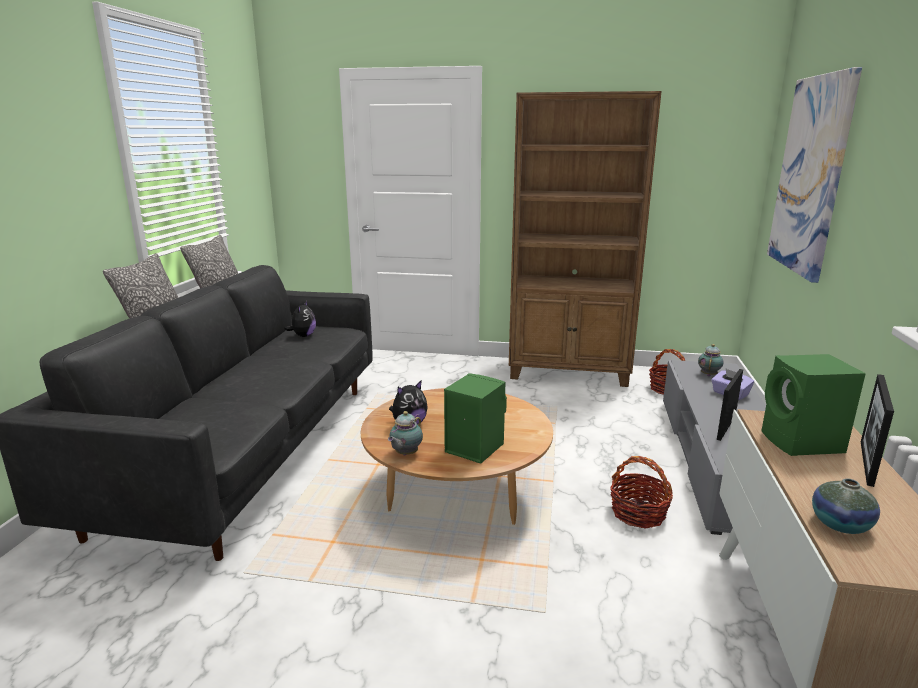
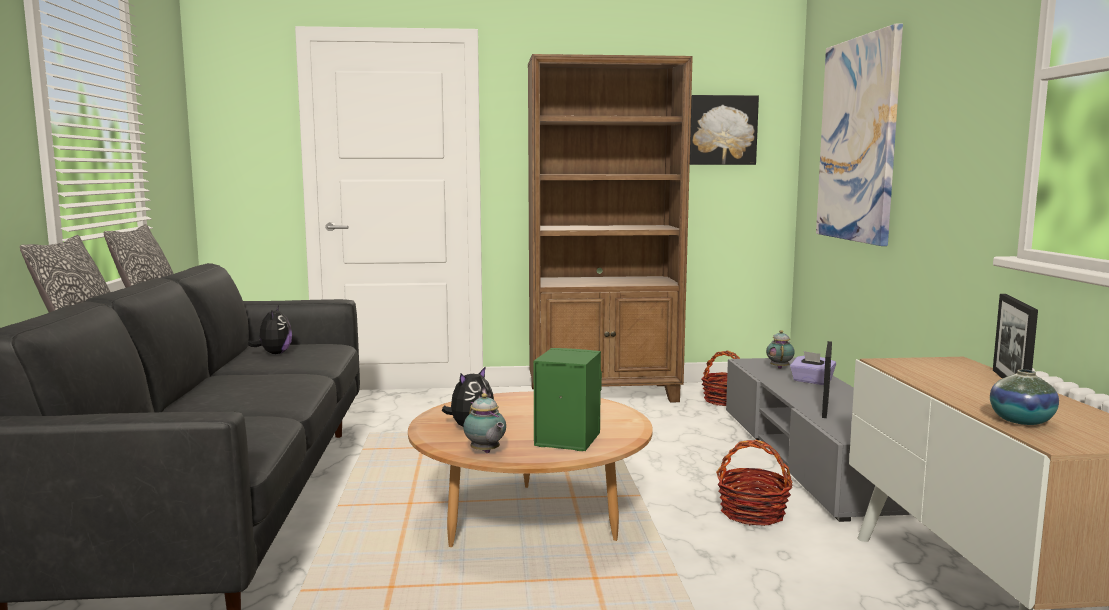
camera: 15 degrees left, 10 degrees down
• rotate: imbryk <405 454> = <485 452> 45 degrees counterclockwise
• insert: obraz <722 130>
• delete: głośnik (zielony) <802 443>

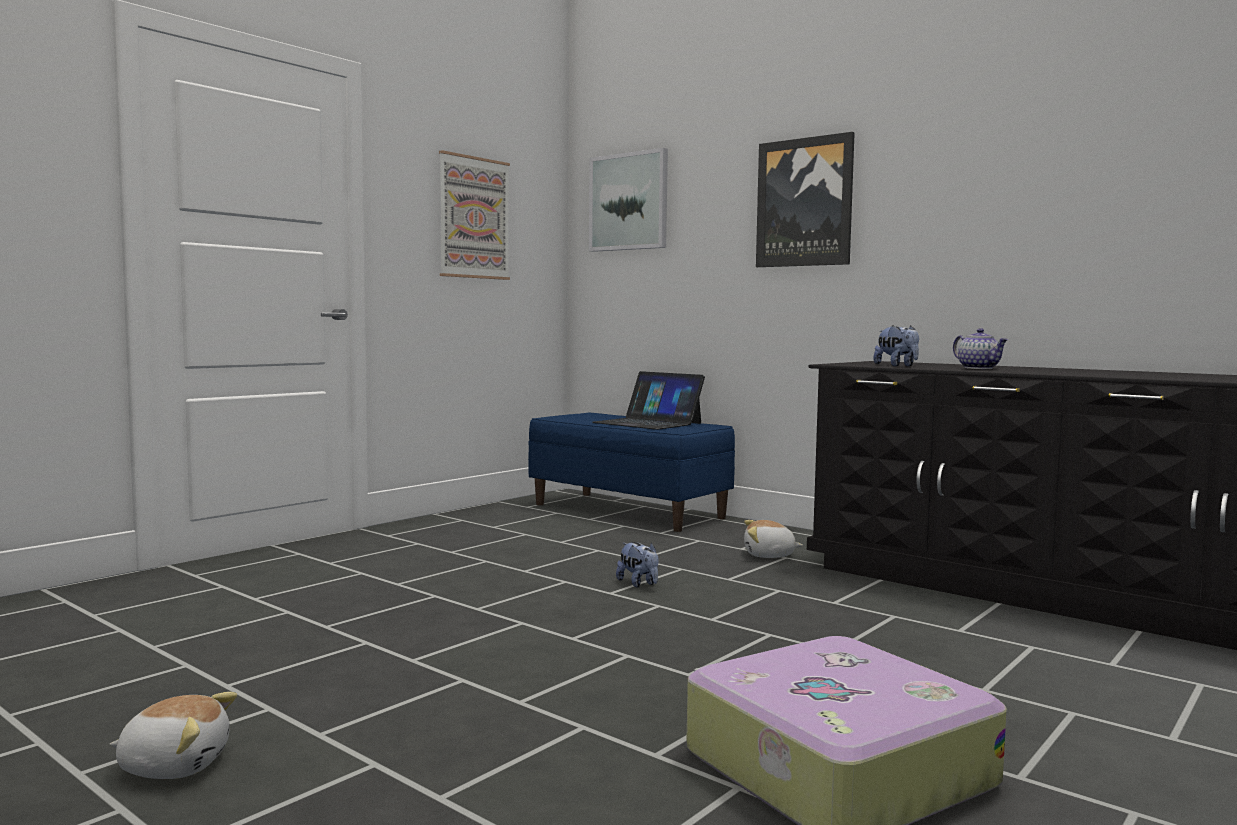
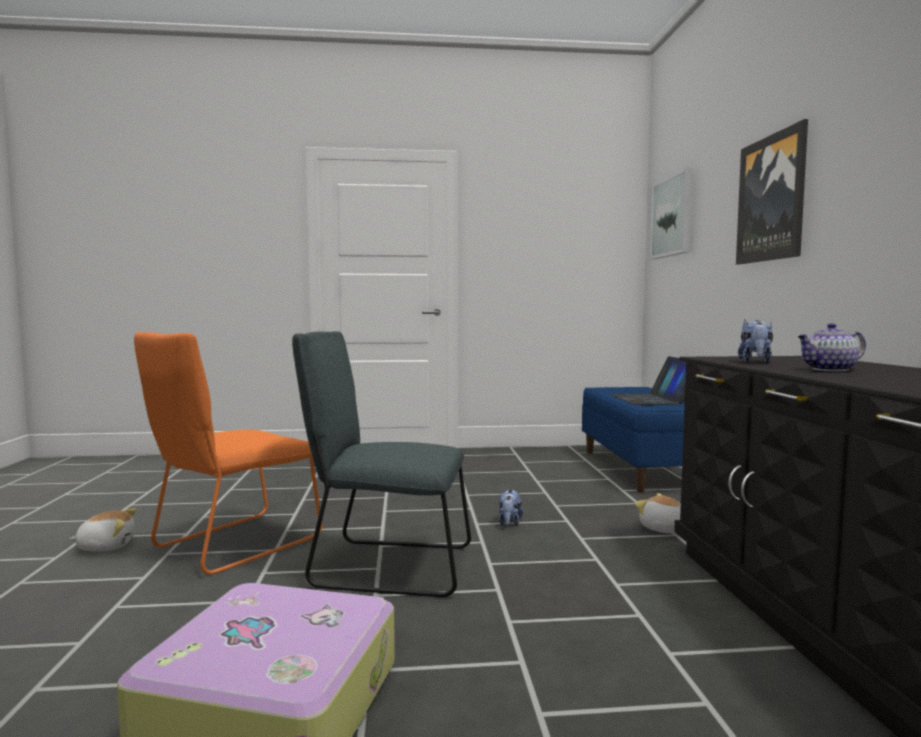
camera: 45 degrees right, 0 degrees up
• rotate: pluszak <175 765> = <106 546> 60 degrees counterclockwise
• insert: krzesło (pomarańczowy) <231 544>
• insert: krzesło (szary) <385 566>
• rotate: imbryk <979 368> = <830 370> 60 degrees clockwise
• delete: obraz <474 218>

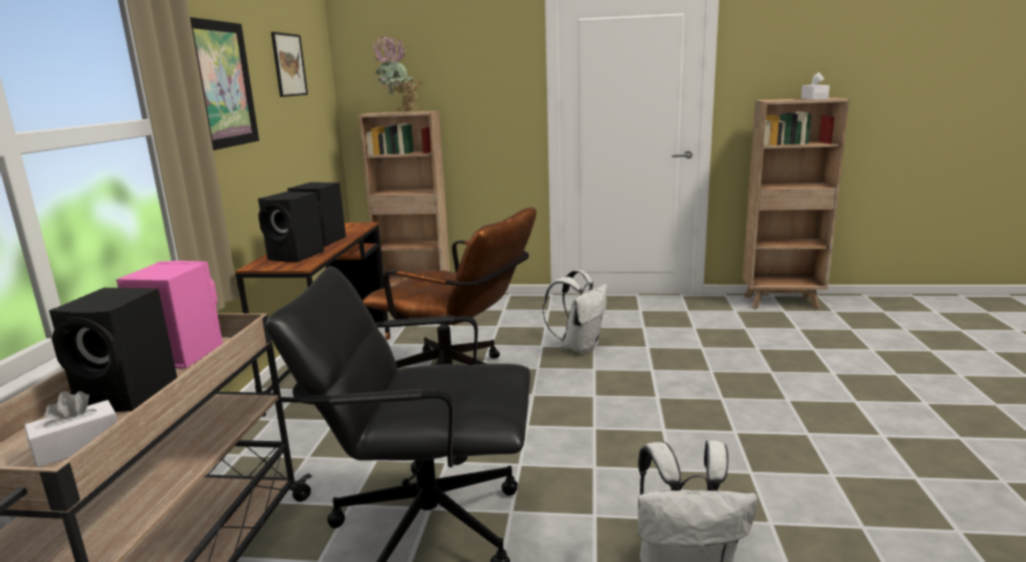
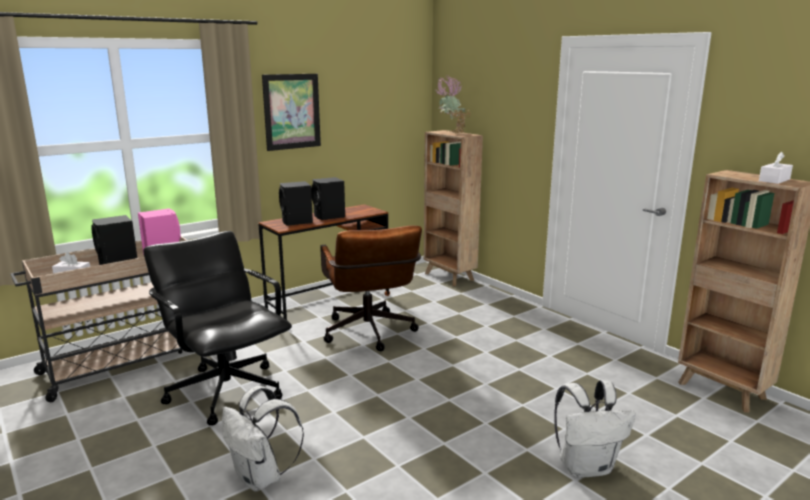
camera: 45 degrees right, 0 degrees up
• move: plecak (biały) <579 347> to <586 467>
• delete: obraz <289 65>

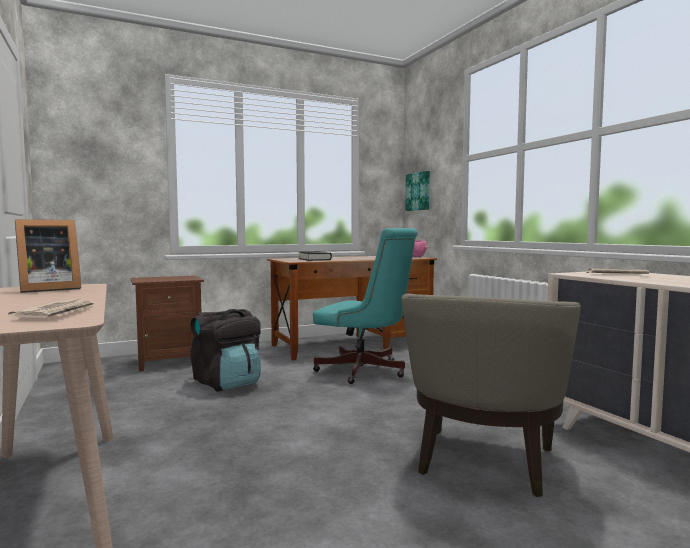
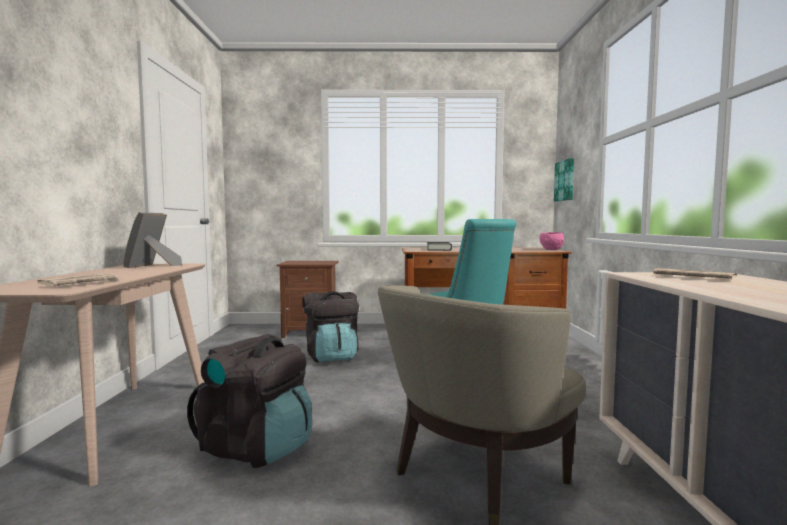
camera: 25 degrees right, 0 degrees up
• rotate: ramka na zdjęcie <47 289> = <153 266> 105 degrees clockwise
• insert: plecak (czarny) <256 448>

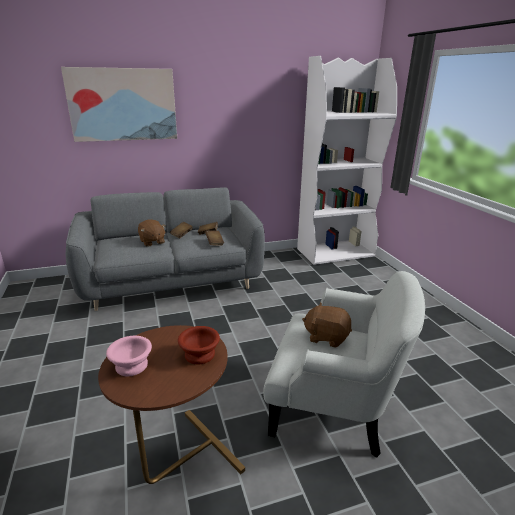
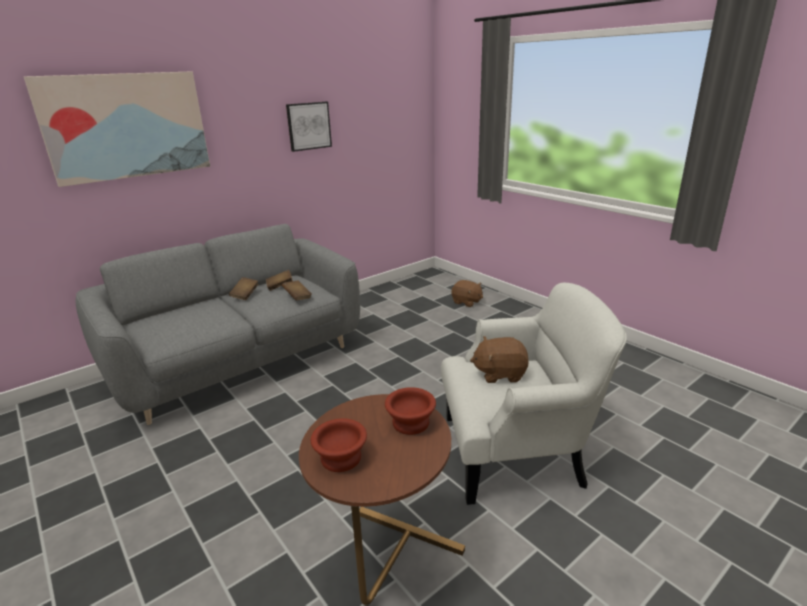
camera: 20 degrees left, 0 degrees up
• insert: obraz <308 126>
• recolor: miska (różowy) <131 365> to miska (brązowy) <339 457>
• move: pluszak (brązowy) <152 242> to <466 302>
• delete: regał (biały) <335 252>

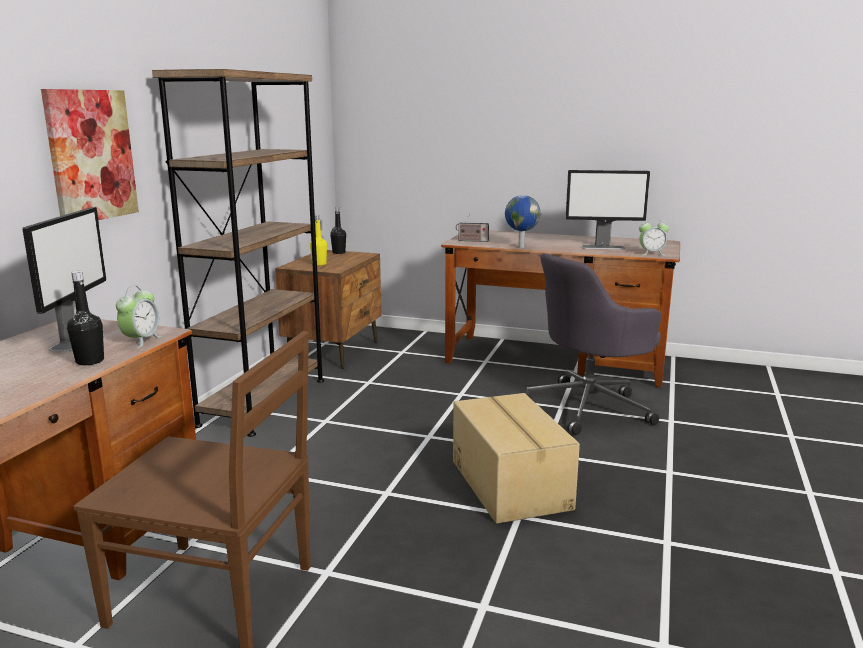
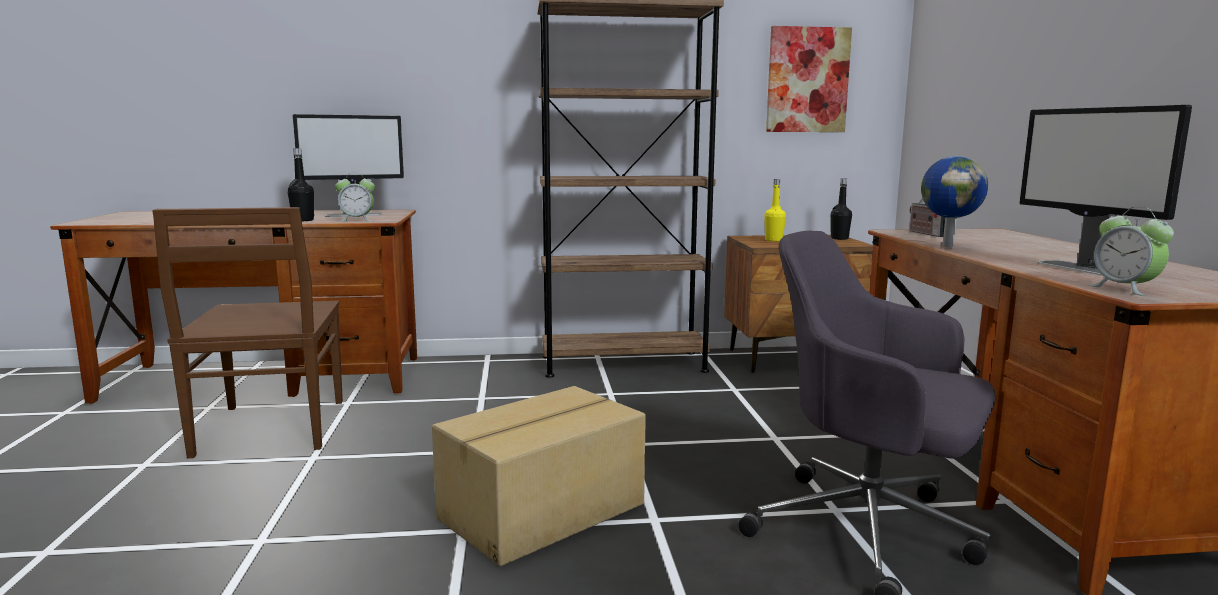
camera: 65 degrees right, 5 degrees down
• move: obraz <91 155> to <807 80>

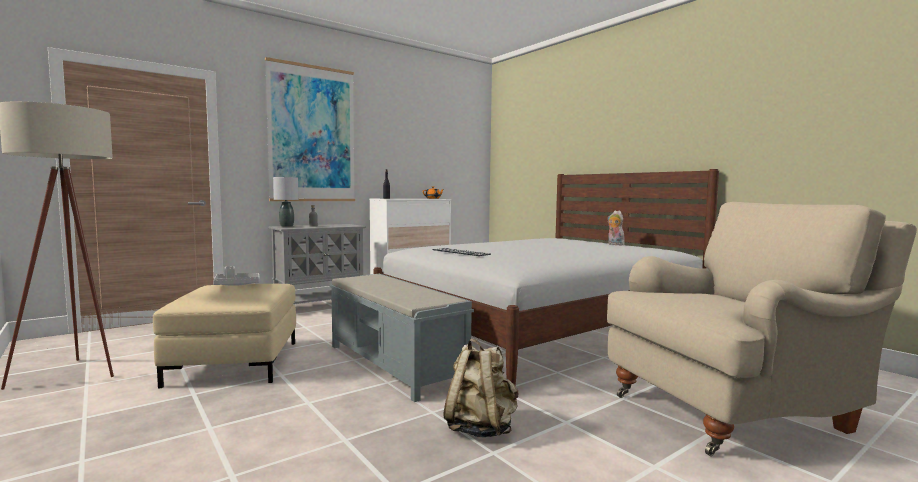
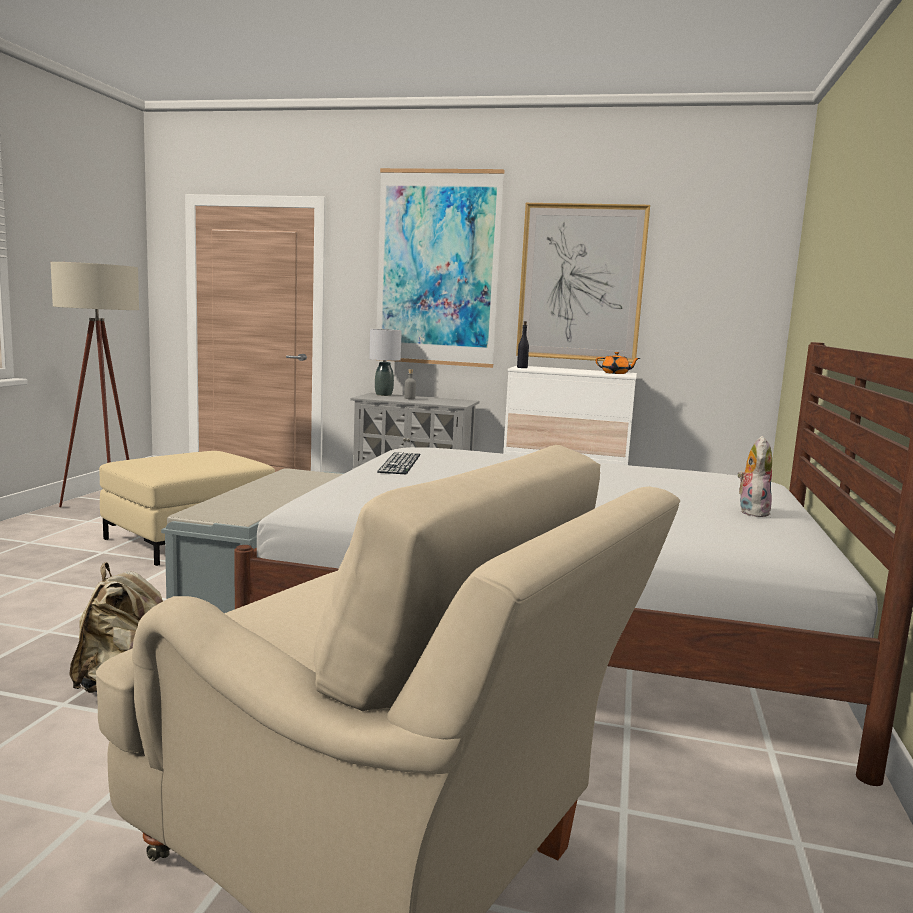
camera: 50 degrees right, 5 degrees up
• insert: obraz <581 283>
• delete: taca (szary) <237 285>

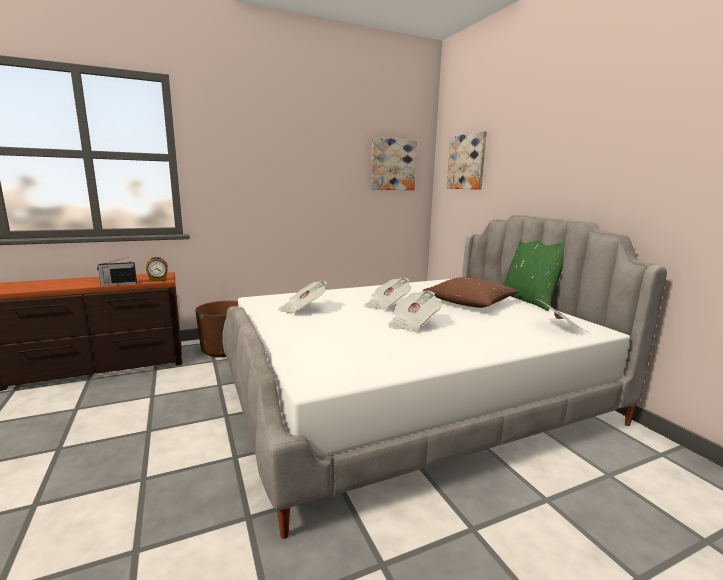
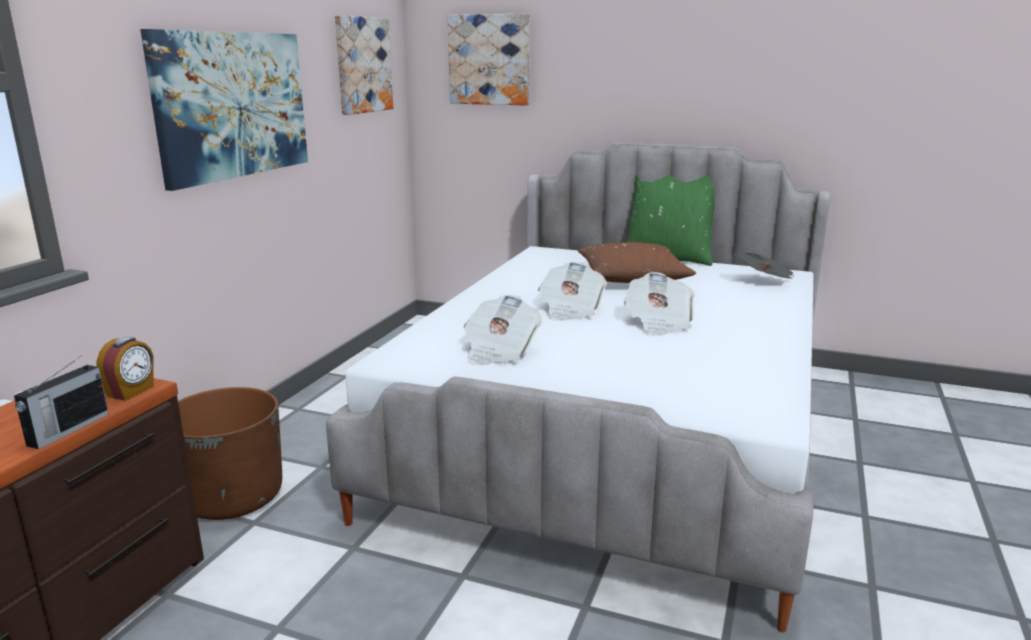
camera: 45 degrees left, 5 degrees up
• insert: obraz <233 105>

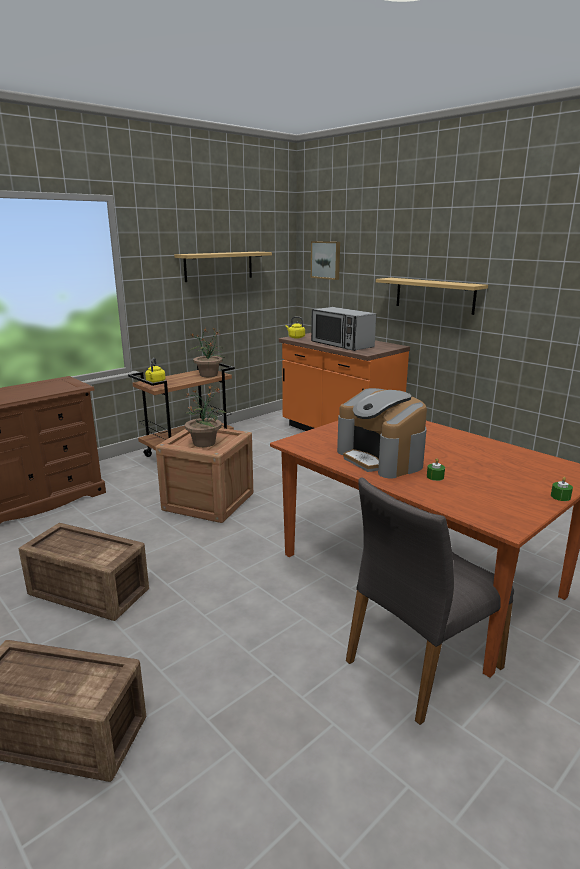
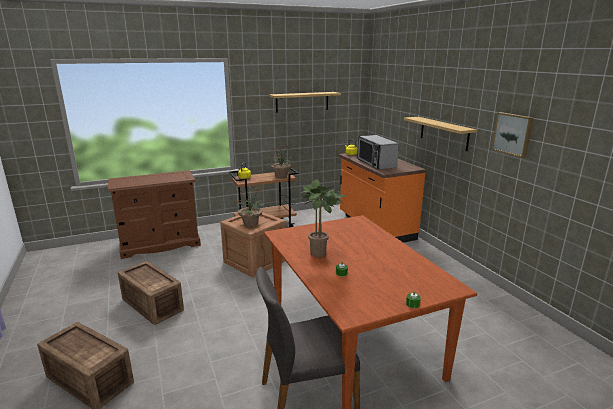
camera: 20 degrees right, 0 degrees up
• replace: ekspres do kawy <381 458> to roślina doniczkowa <320 254>
• move: obraz <326 260> to <513 134>

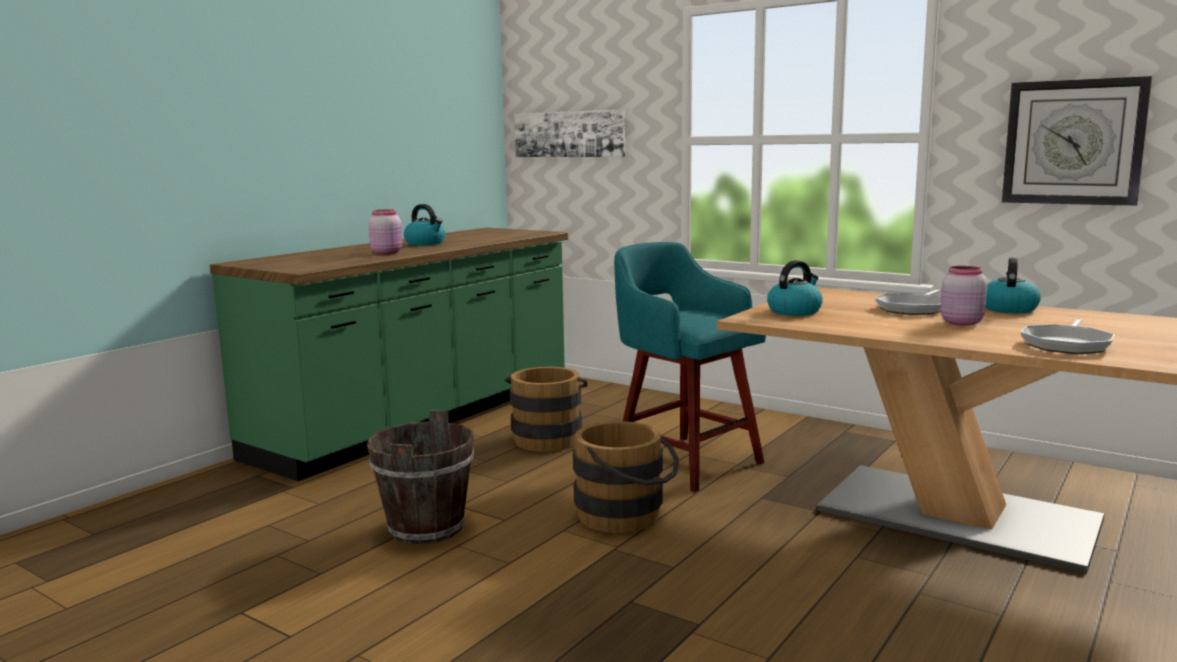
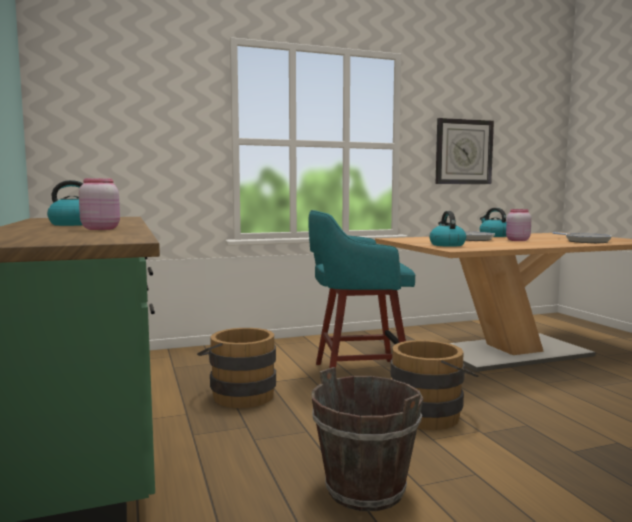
camera: 55 degrees left, 5 degrees down
• delete: obraz <569 134>

